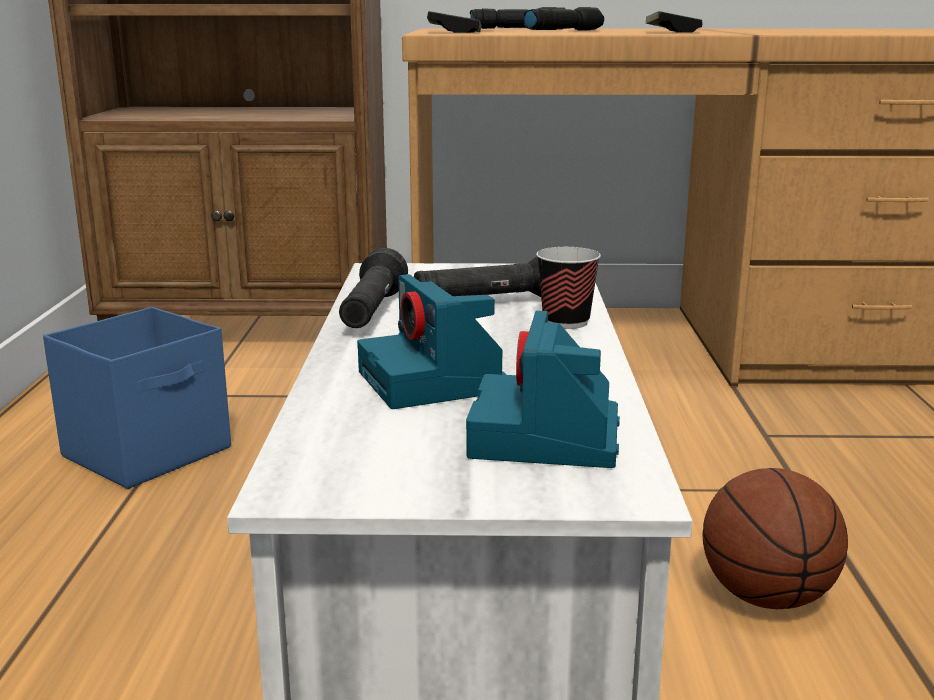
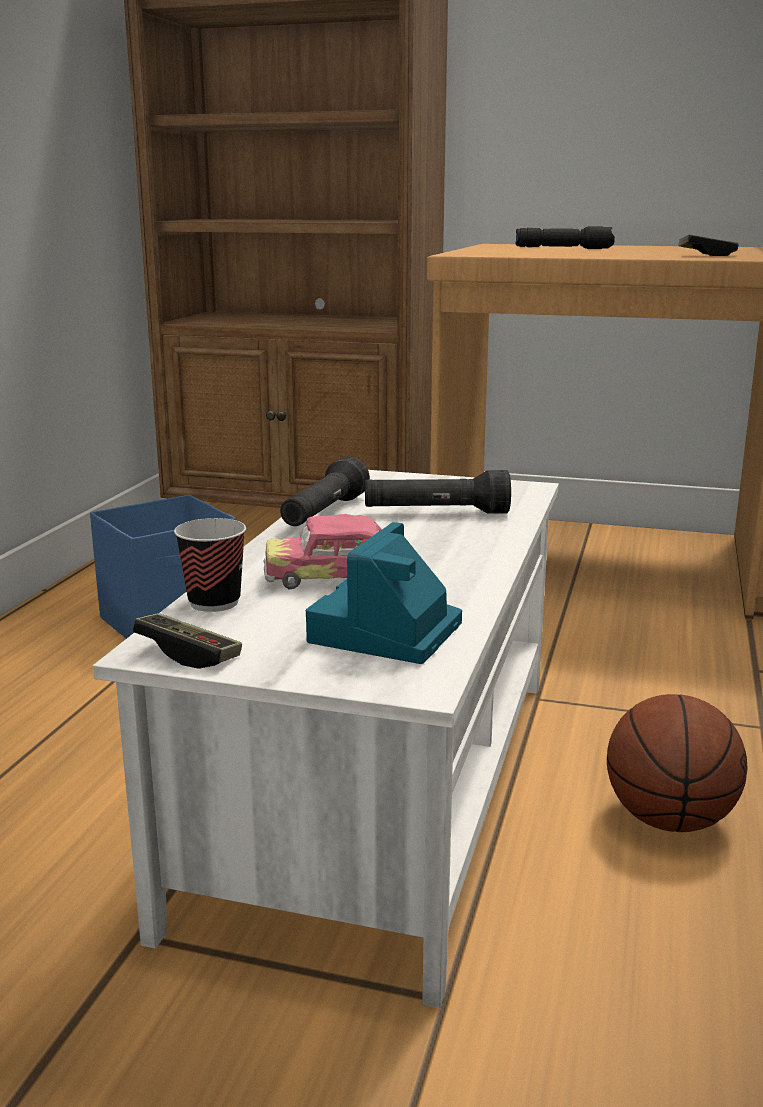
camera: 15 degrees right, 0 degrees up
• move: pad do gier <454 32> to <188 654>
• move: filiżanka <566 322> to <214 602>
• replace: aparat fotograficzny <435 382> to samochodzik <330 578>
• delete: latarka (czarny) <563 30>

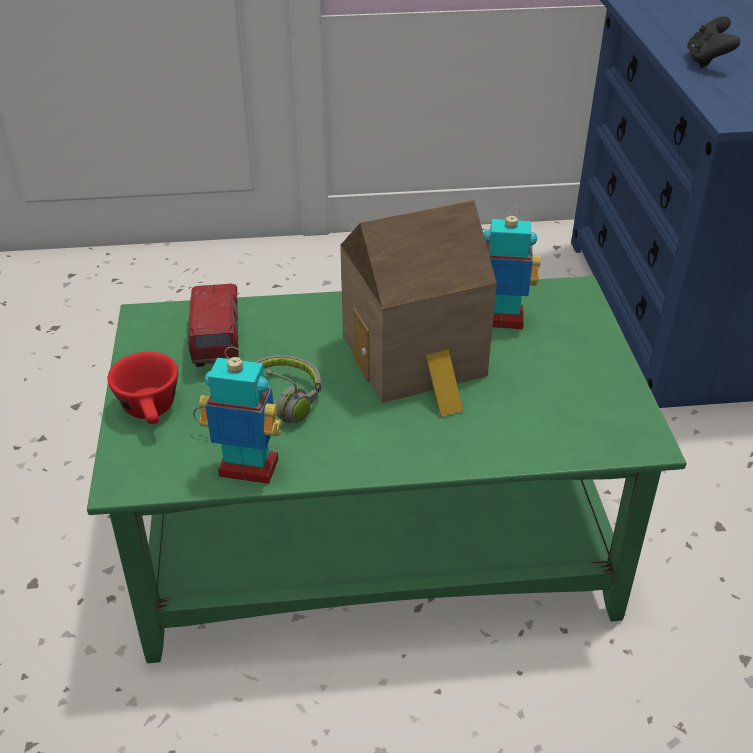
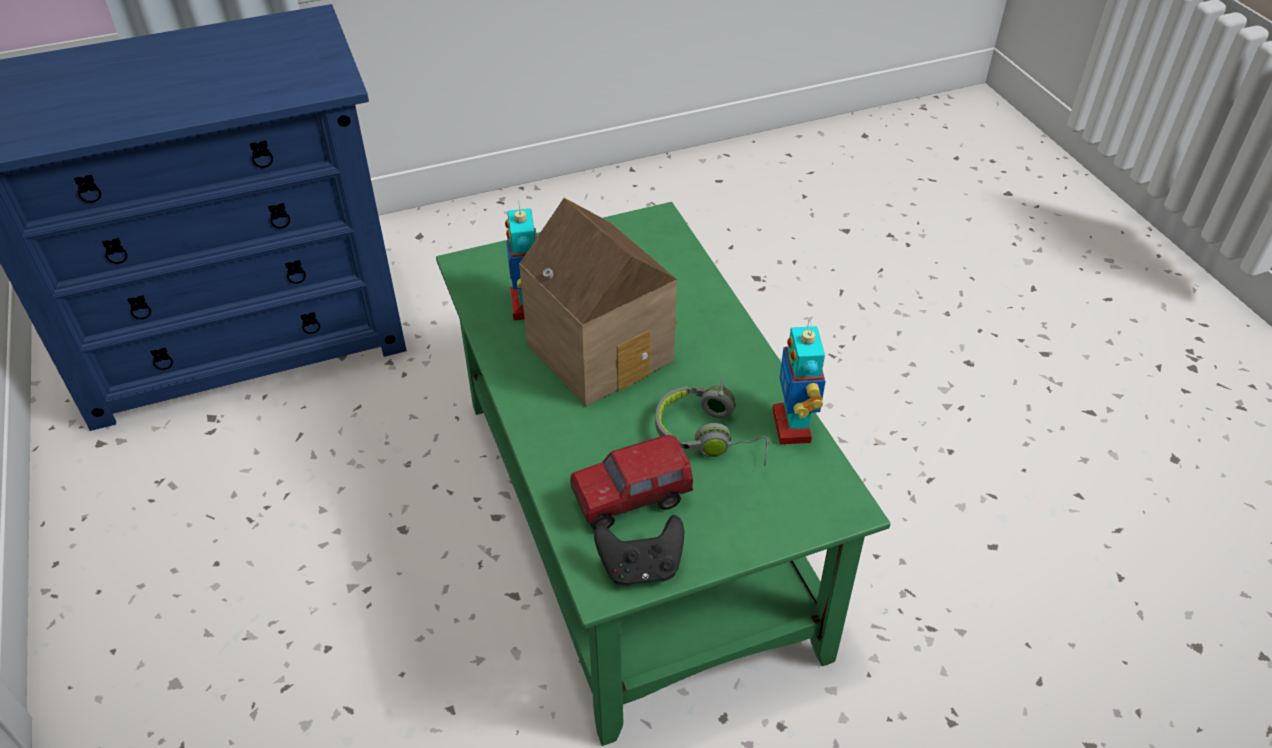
camera: 105 degrees left, 5 degrees up
• move: pad do gier (czarny) <707 61> to <641 567>
• delete: filiżanka (czerwony) <152 412>

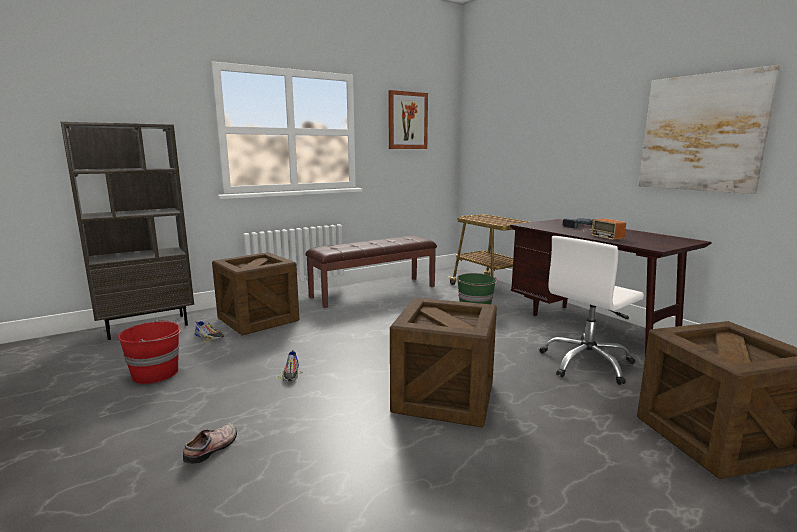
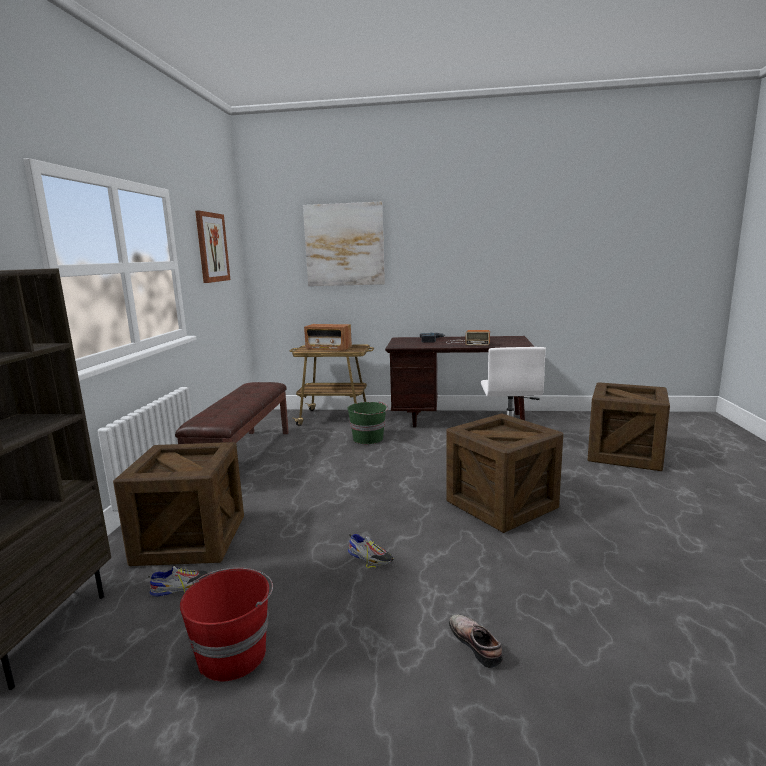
camera: 50 degrees left, 0 degrees up
• move: obraz <702 133> to <344 245>
• insert: radio <328 348>

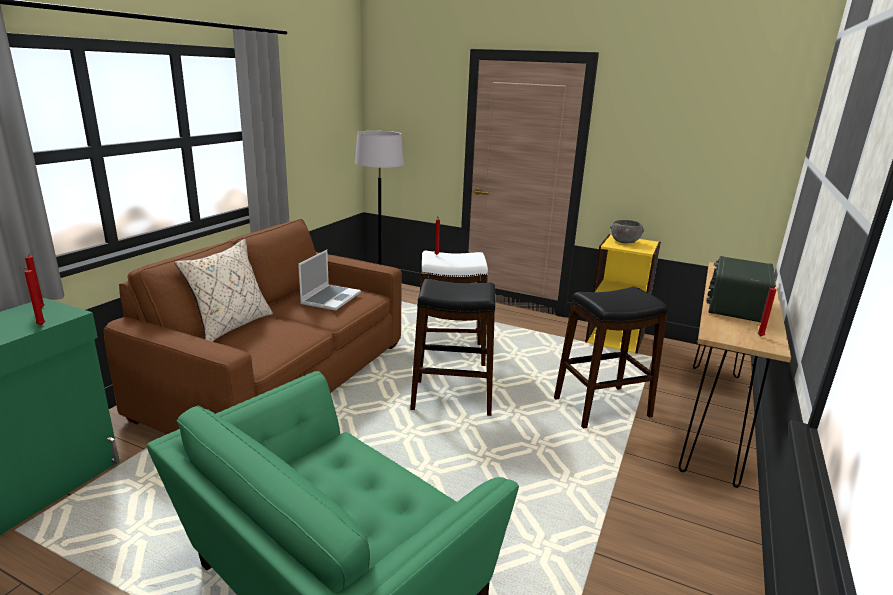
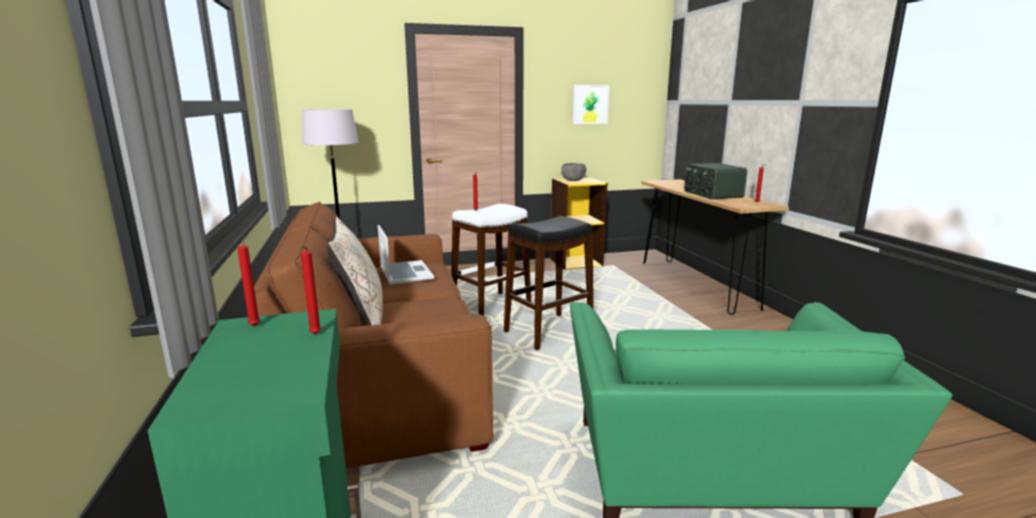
camera: 40 degrees left, 5 degrees down
• insert: obraz <590 104>
• delete: stołek (czarny) <602 407>

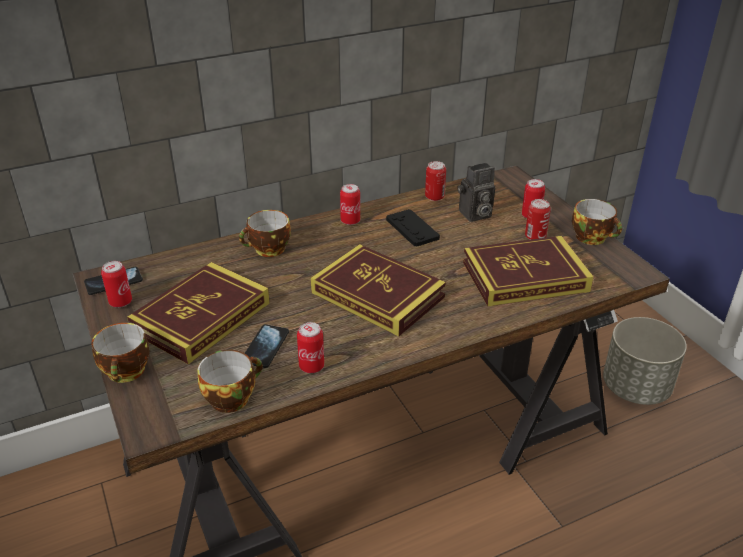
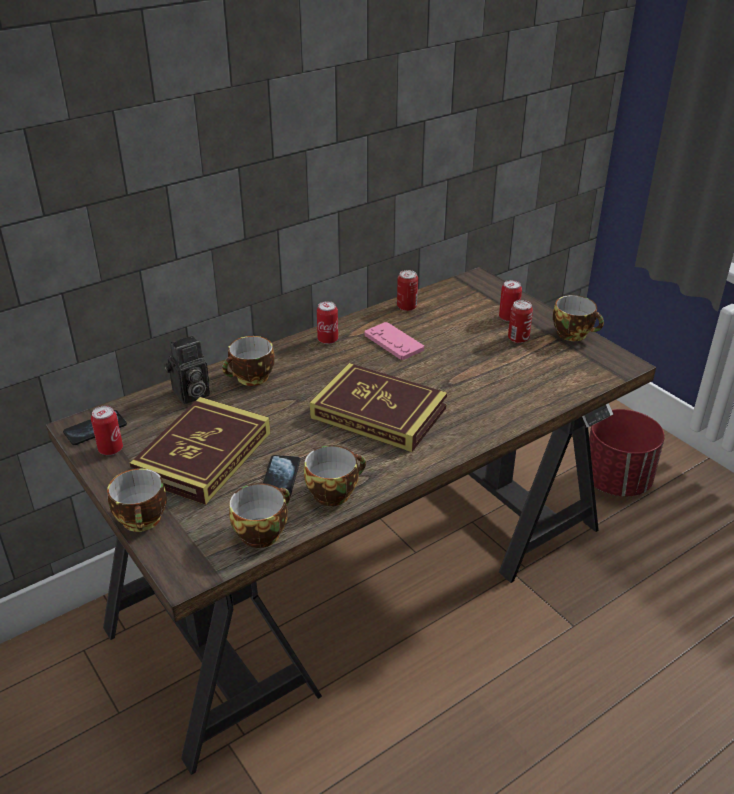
camera: 10 degrees left, 0 degrees up
• move: aparat fotograficzny <474 215> to <190 395>
• replace: puszka <311 366> to filiżanka <334 492>
• recolor: pad do gier (czarny) <412 229> to pad do gier (różowy) <393 342>
• recolor: donica (szary) <636 388> to donica (czerwony) <617 481>
• delete: książka <525 276>

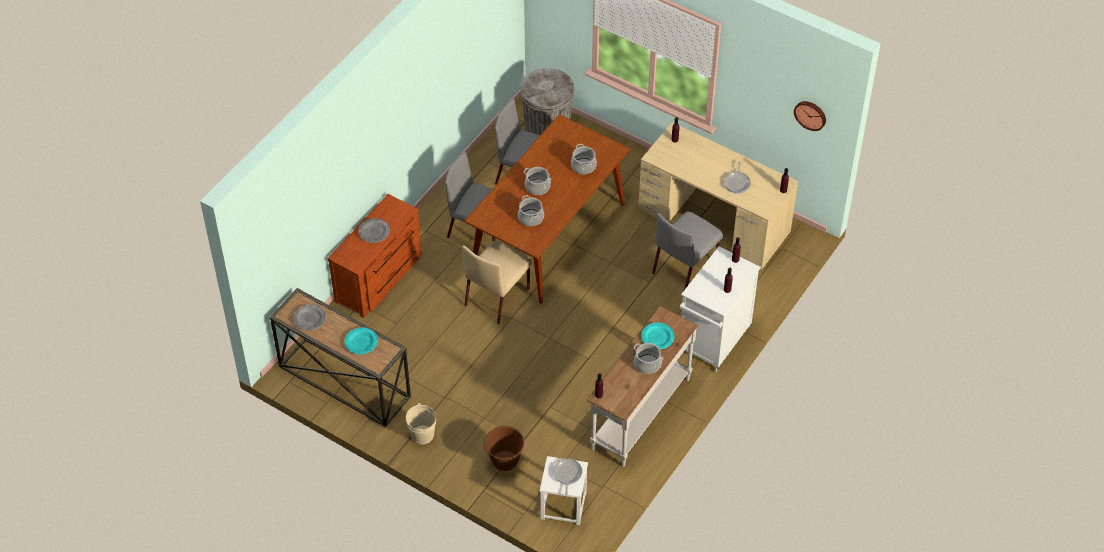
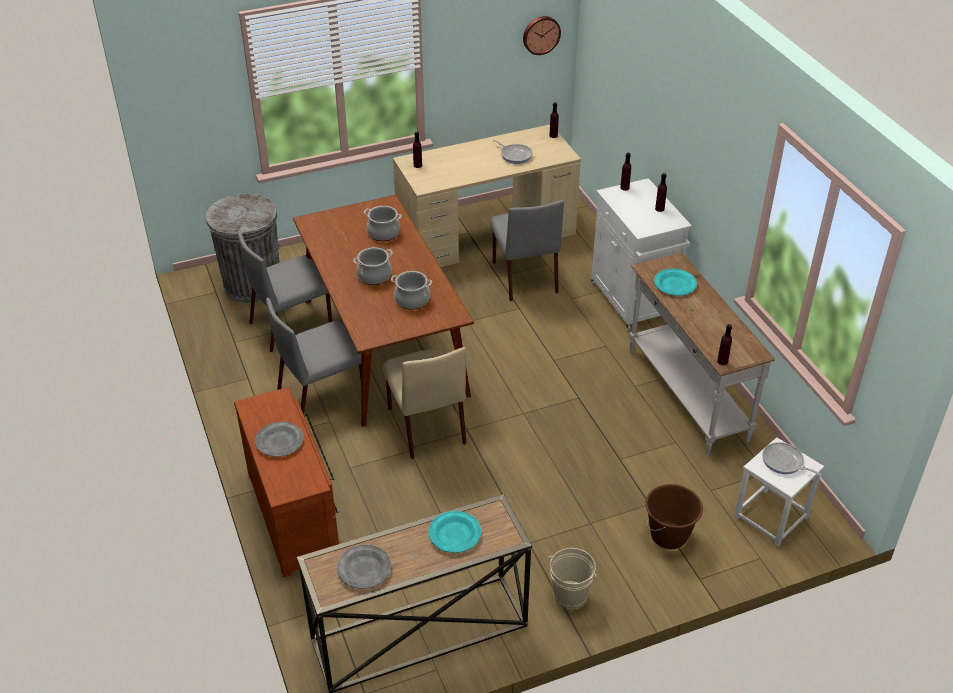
camera: 55 degrees left, 10 degrees down
• delete: garnek <647 364>

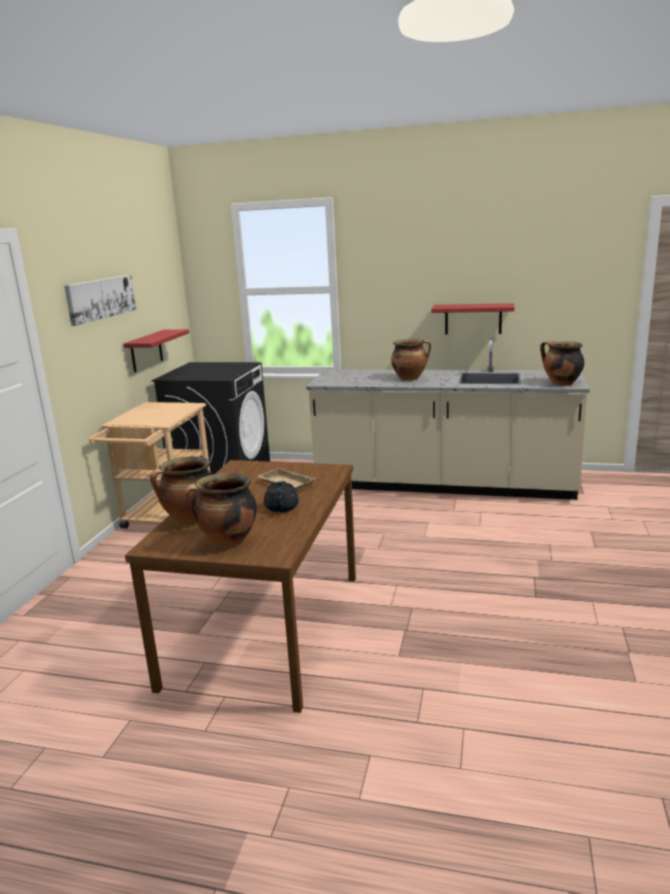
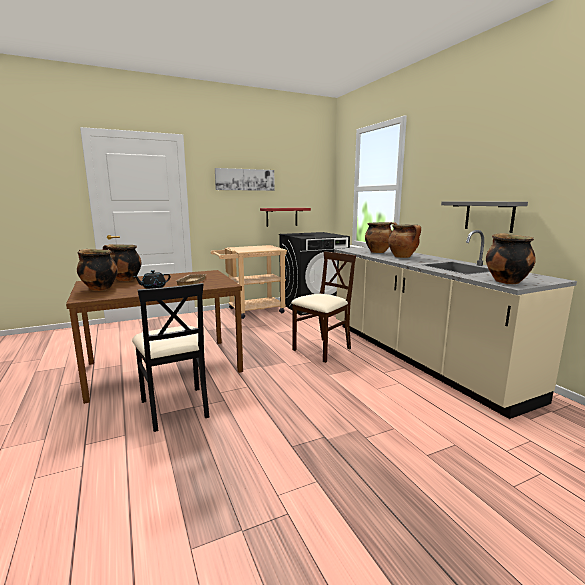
camera: 50 degrees right, 5 degrees down
• insert: krzesło (czarny) <175 407>
• insert: krzesło (beżowy) <322 350>
• insert: garnek <379 252>
• recolor: półka (czerwony) <473 319> to półka (szary) <489 216>

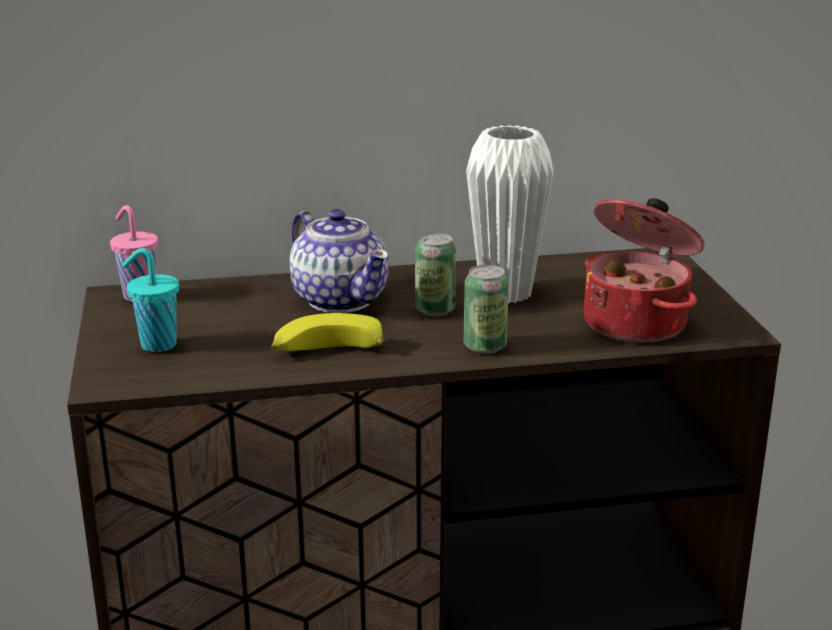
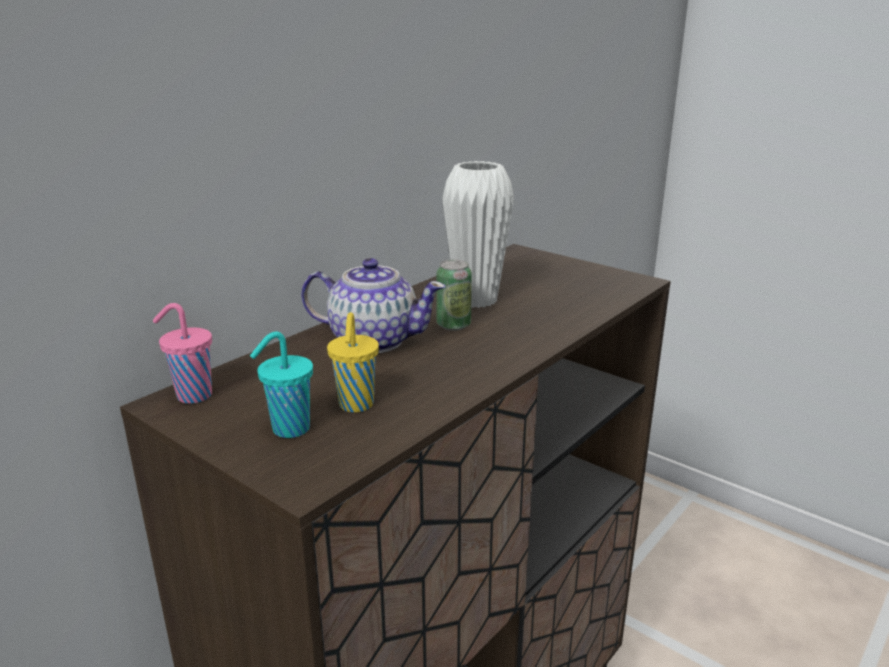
camera: 40 degrees left, 0 degrees up
• insert: filiżanka (żółty) <356 406>
• delete: banan <326 352>
• delete: puszka <484 346>
• delete: garnek <637 322>

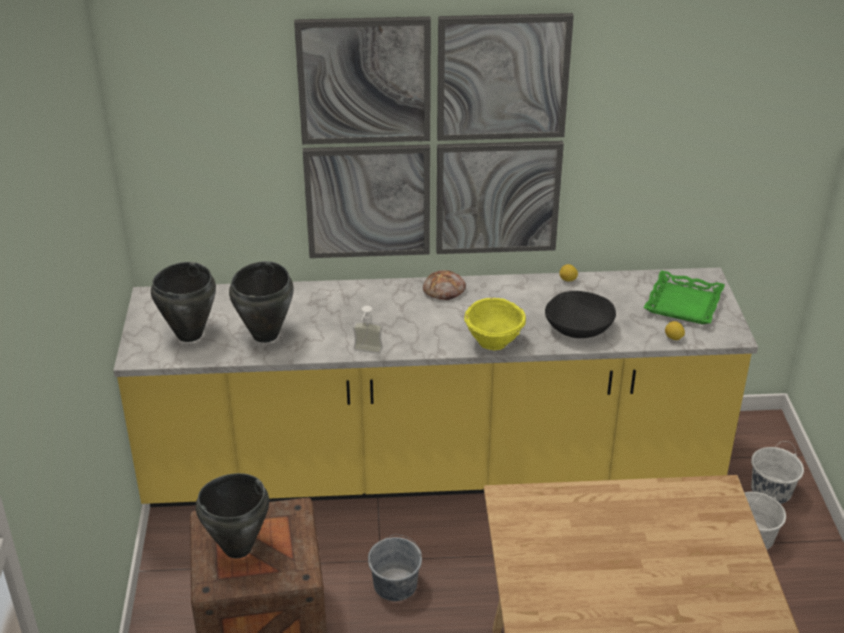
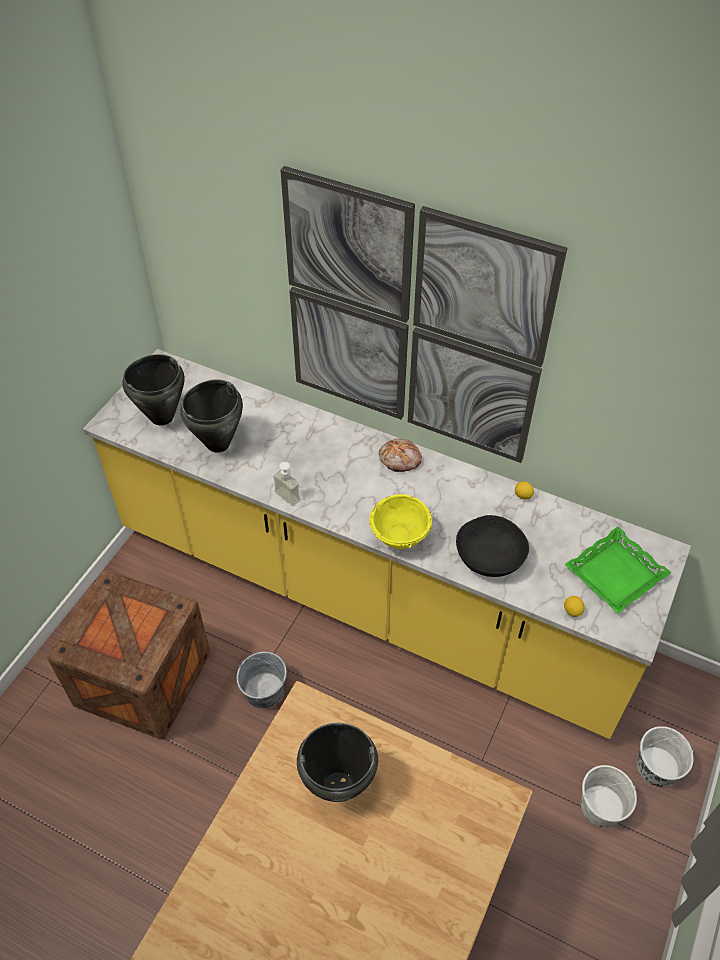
camera: 30 degrees right, 15 degrees up
• move: garnek (czarny) <237 548> to <337 786>

